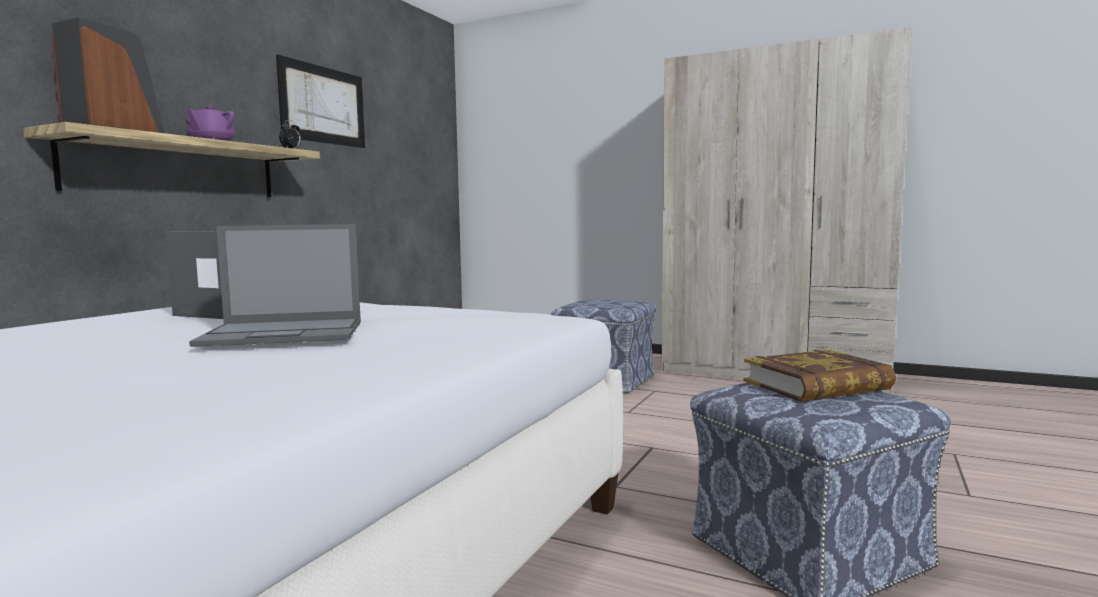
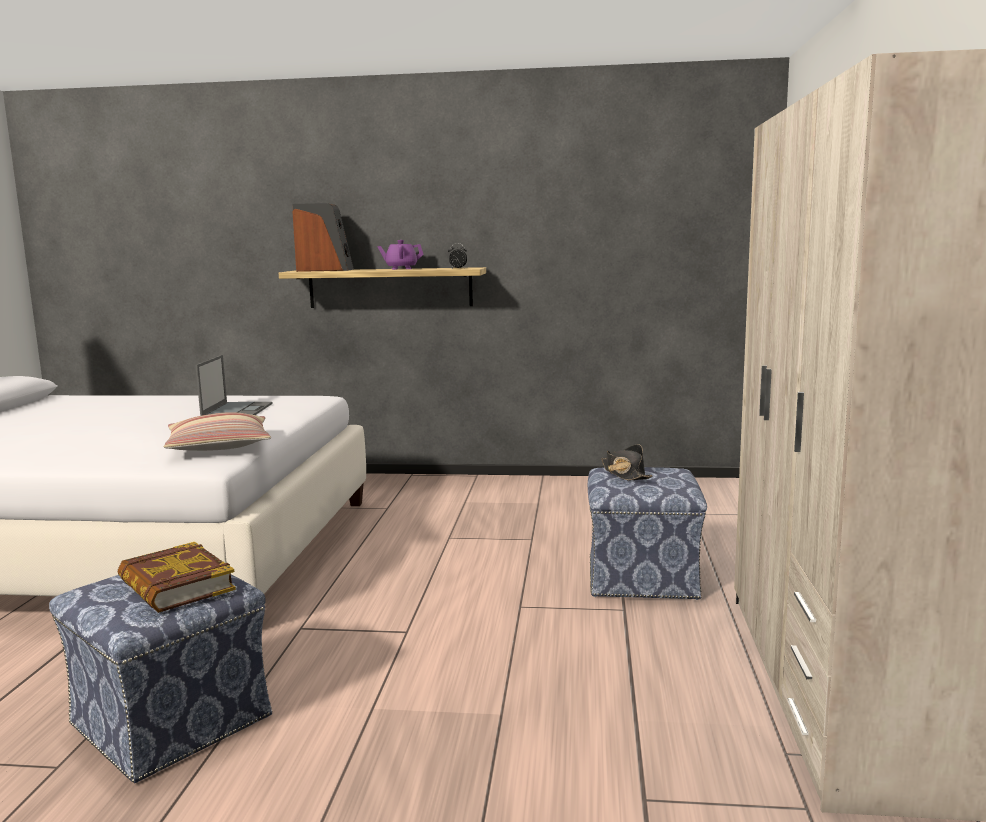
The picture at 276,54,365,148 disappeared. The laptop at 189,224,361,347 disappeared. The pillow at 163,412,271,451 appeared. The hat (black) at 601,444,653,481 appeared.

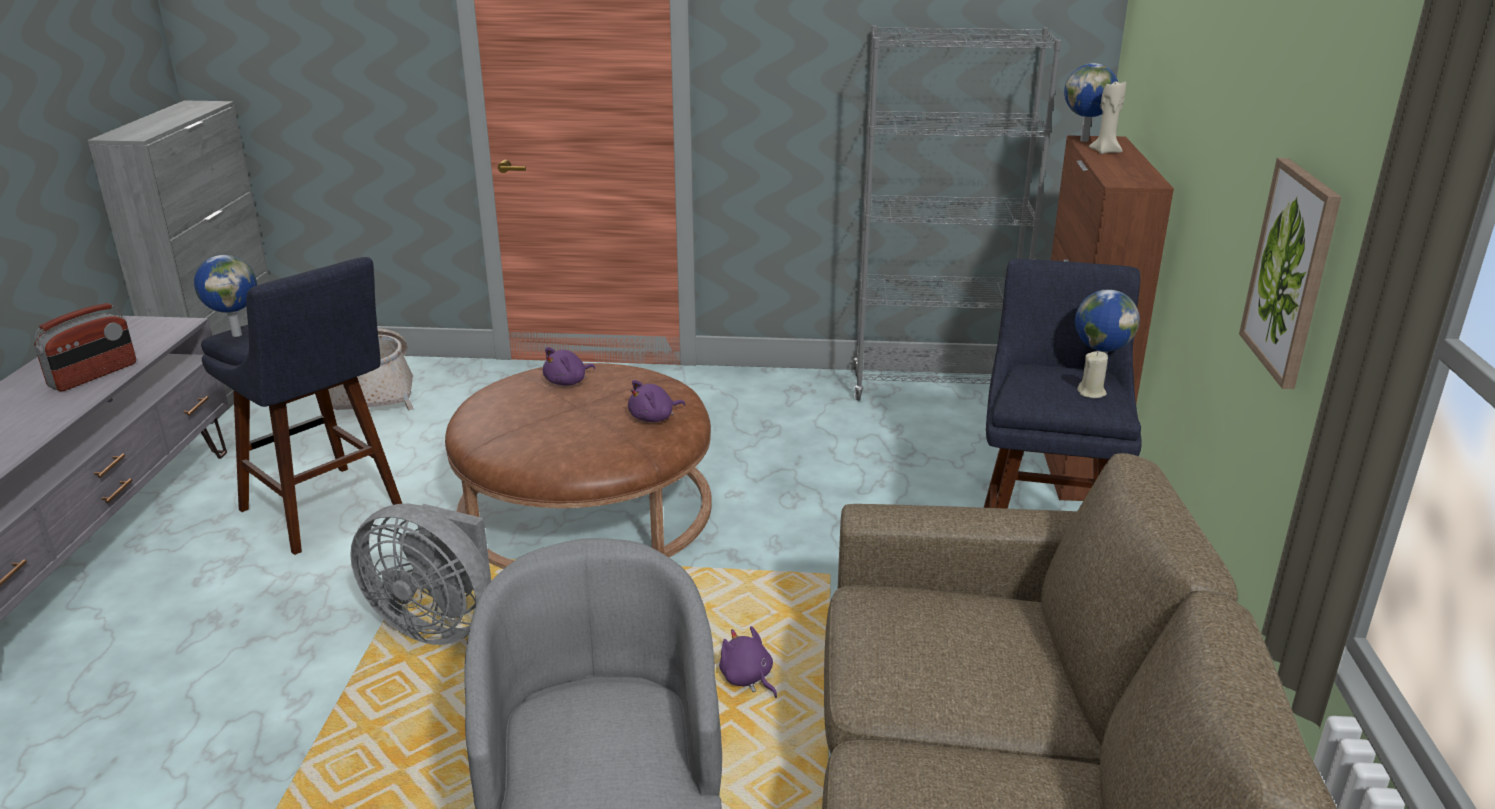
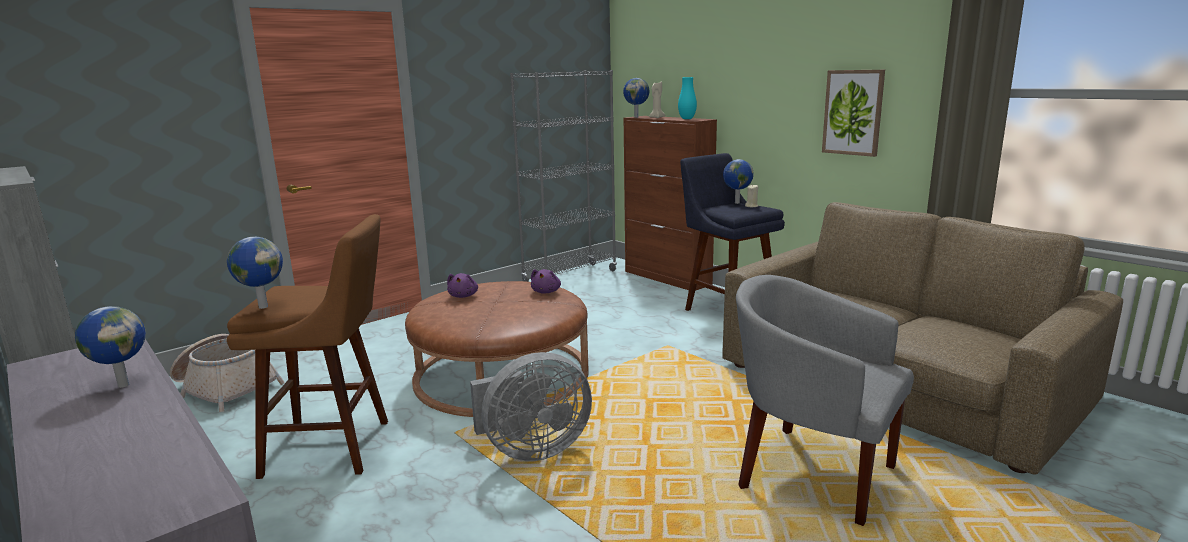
The stool (blue) at 201,257,402,555 became the stool (brown) at 227,214,388,479. The radio at 34,303,136,392 was replaced by the globe at 75,306,146,388. The plush toy (purple) at 719,626,777,698 disappeared. The vase (turquoise) at 678,77,697,119 appeared.

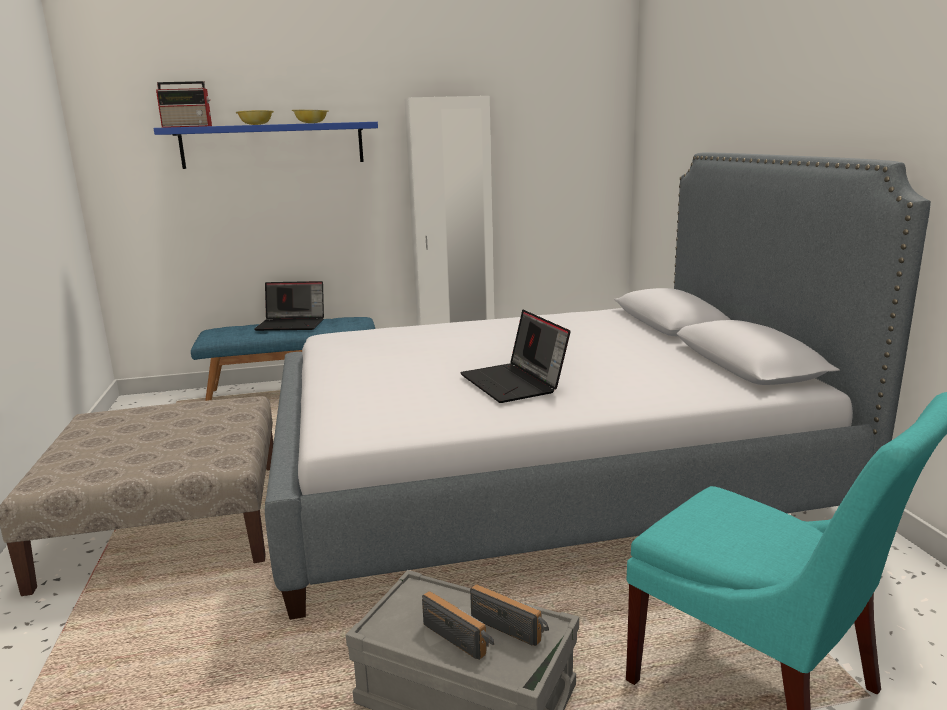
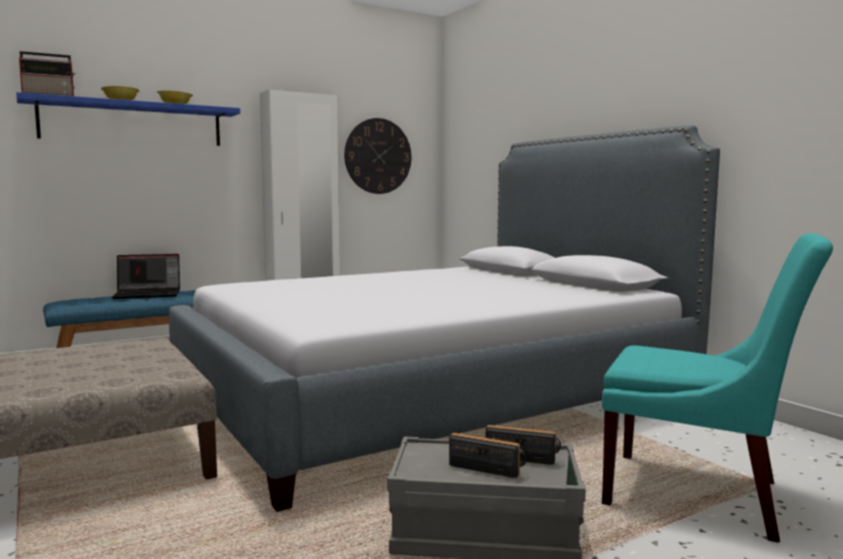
The laptop at 460,310,570,403 disappeared. The wall clock at 344,118,411,194 appeared.

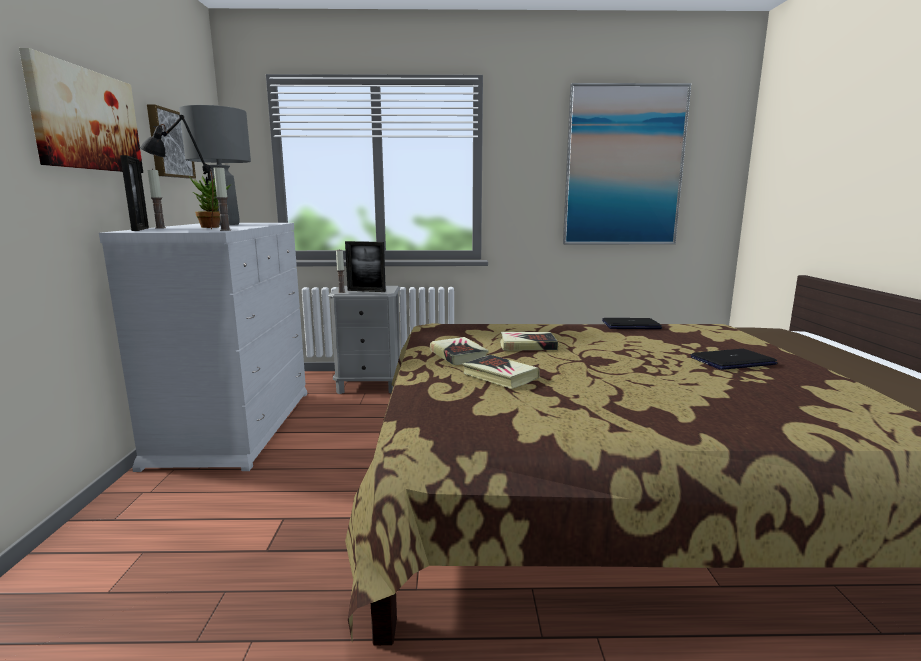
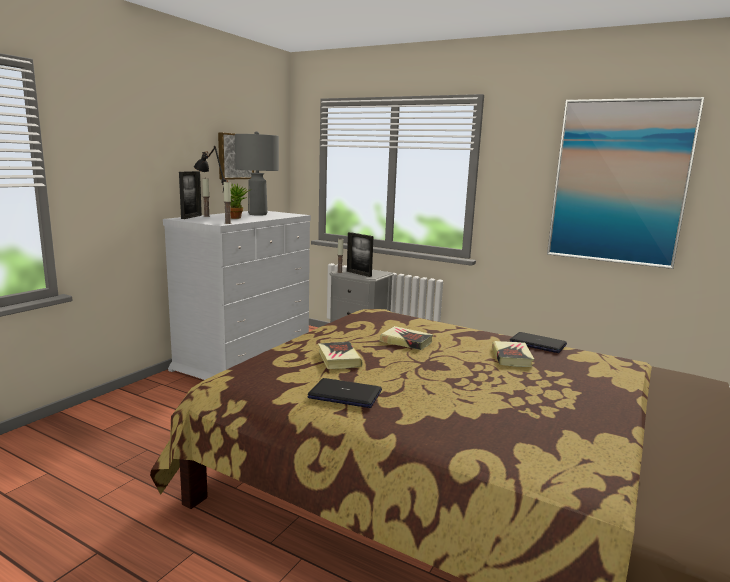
The picture at 19,48,143,173 disappeared. The book moved from 430,337,489,365 to 492,341,534,367. The laptop moved from 691,349,778,370 to 307,378,382,408.

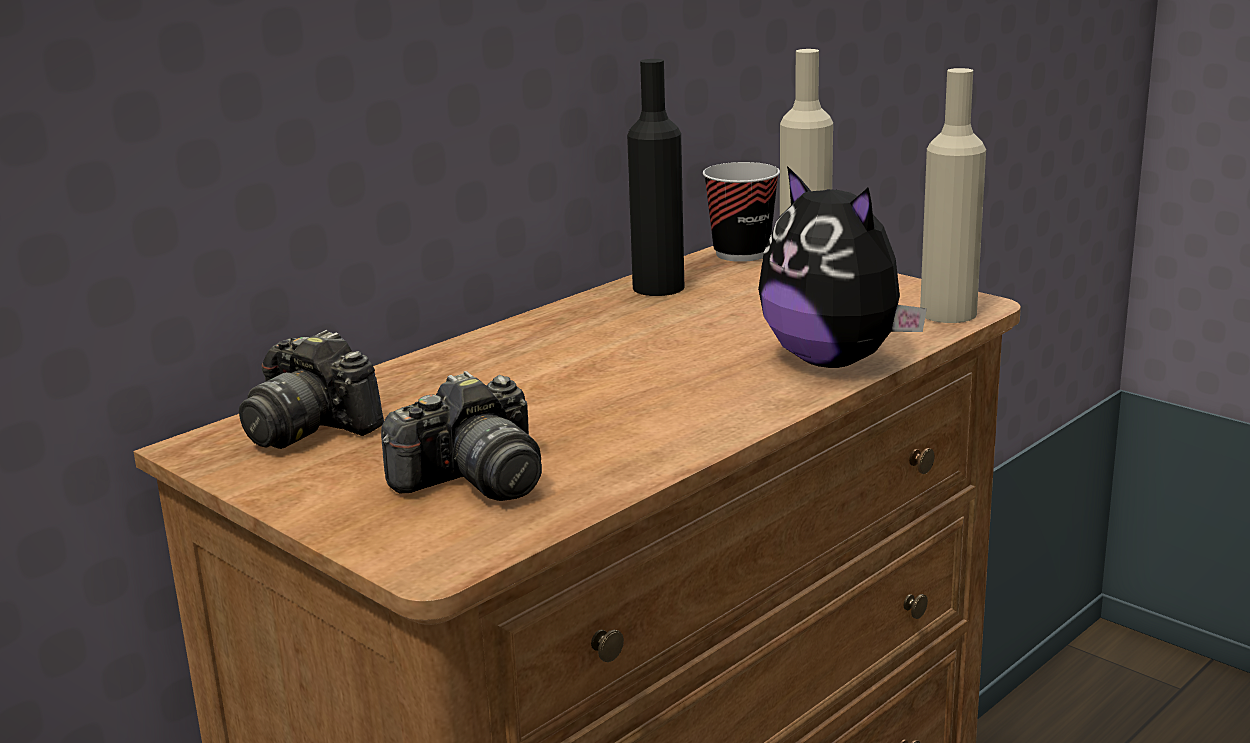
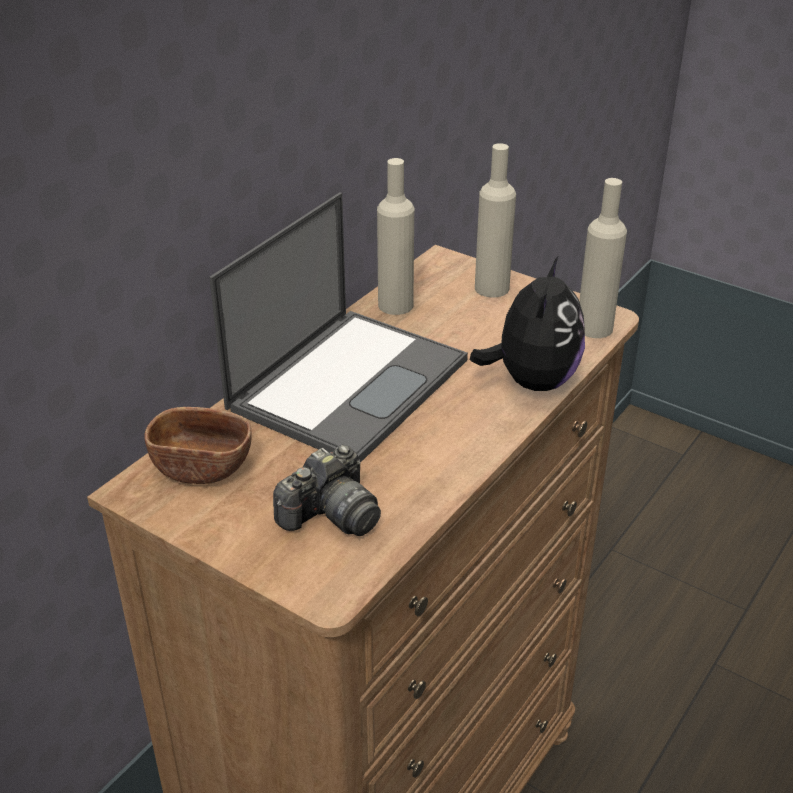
The bottle (black) at 627,59,684,296 became the bottle (beige) at 377,158,414,315. The cup at 703,162,780,262 disappeared. The plush toy at 758,166,927,368 turned 120 degrees counterclockwise. The photo camera at 239,330,384,449 was replaced by the bowl (brown) at 144,407,252,484. The laptop at 209,192,468,462 appeared.

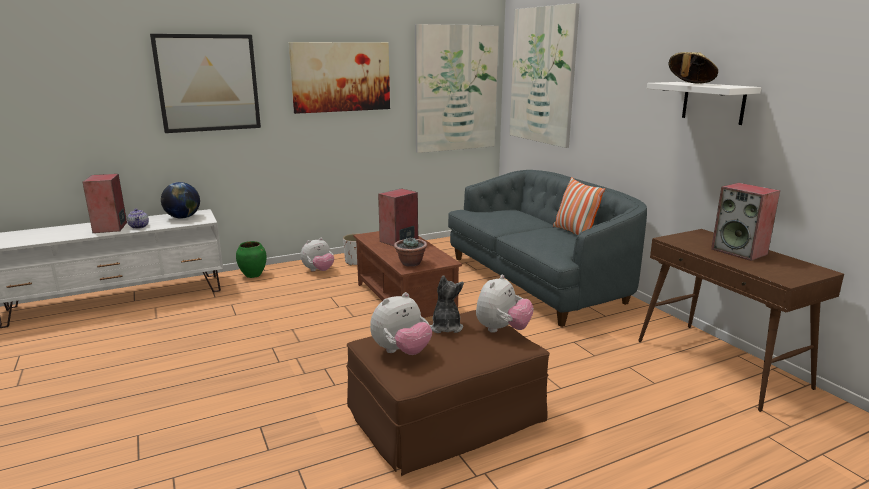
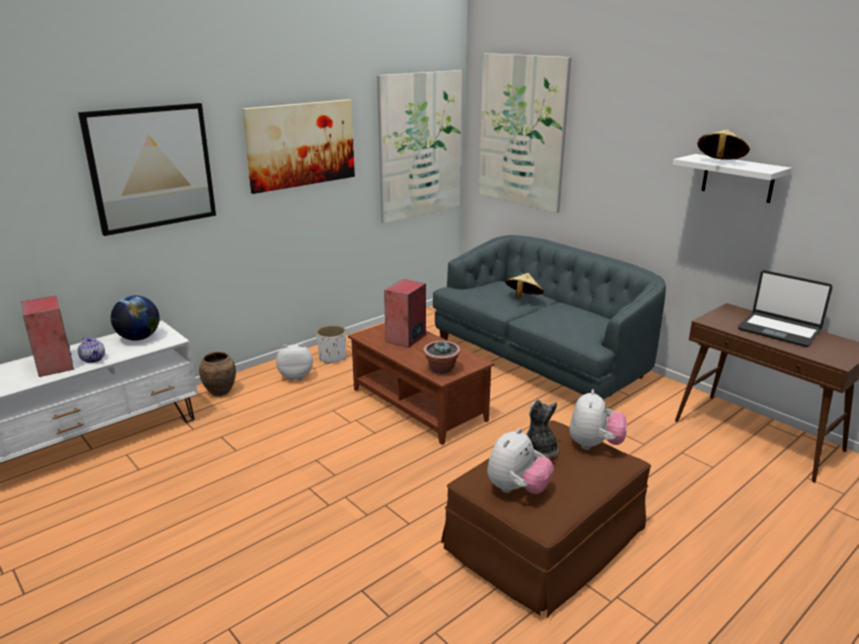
The pillow at 553,177,605,235 disappeared. The speaker at 711,183,780,261 was replaced by the laptop at 738,270,833,347. The plush toy at 301,238,334,271 turned 135 degrees counterclockwise. The vase (green) at 236,241,267,278 became the vase (brown) at 199,352,236,396. The hat (beige) at 505,273,544,299 appeared.

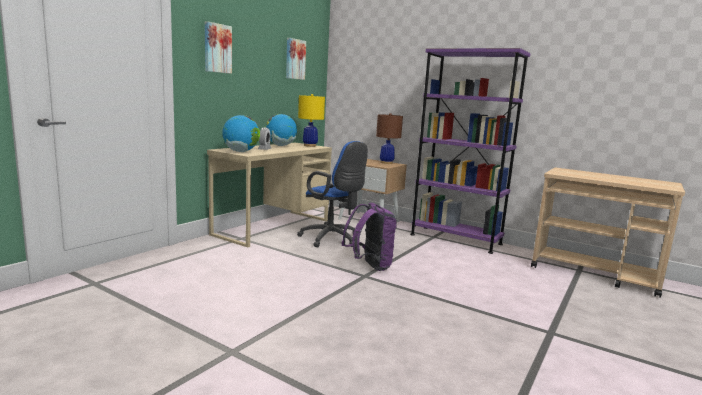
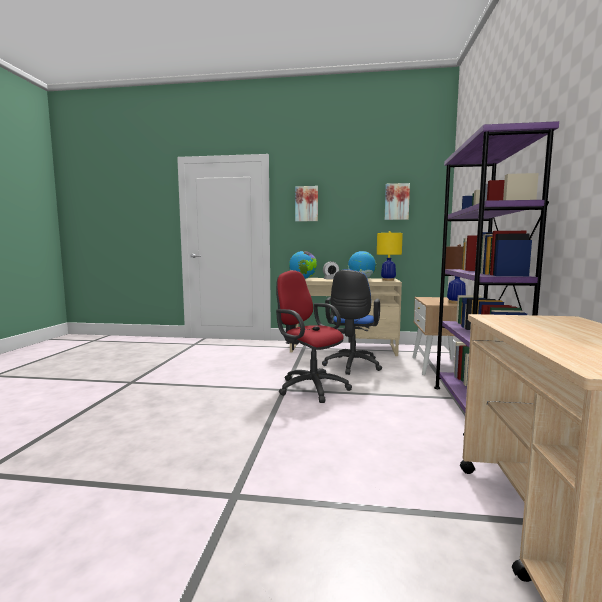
The backpack (purple) at 341,203,397,271 was replaced by the office chair (red) at 276,270,352,403.

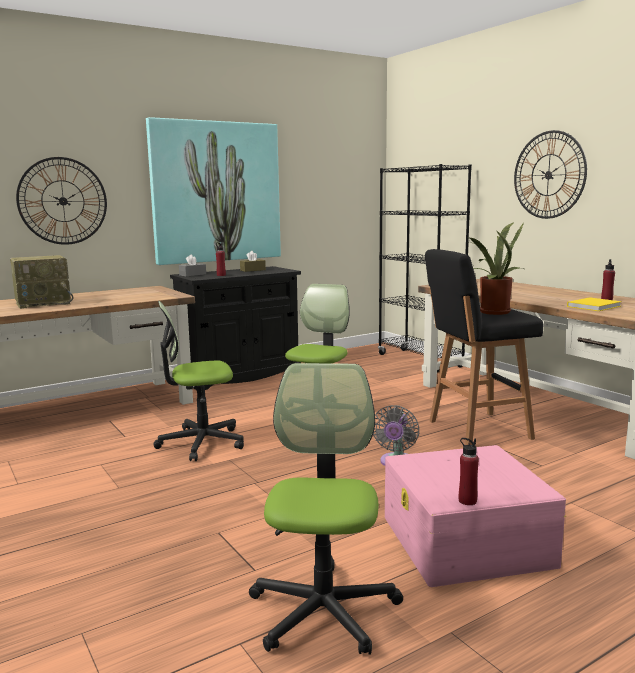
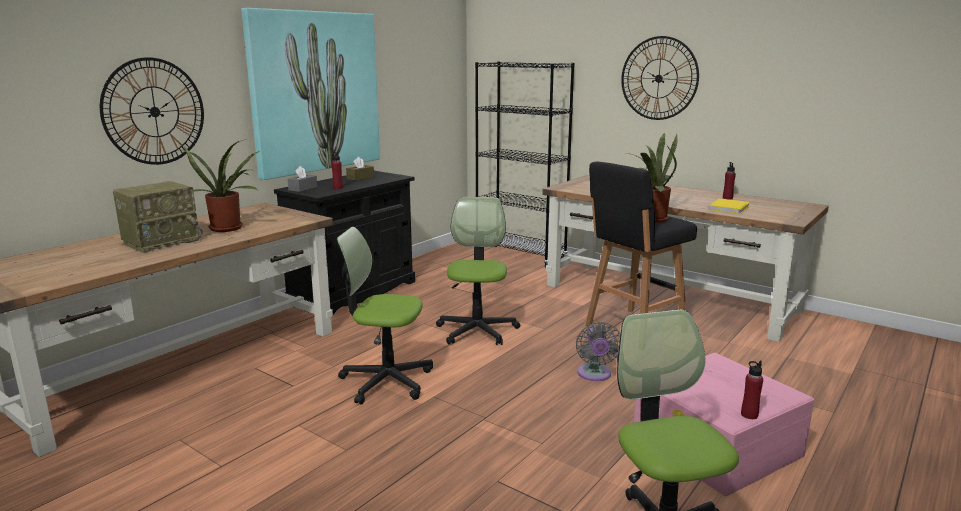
The office chair at 154,301,244,461 turned 45 degrees clockwise. The potted plant at 179,139,260,232 appeared.

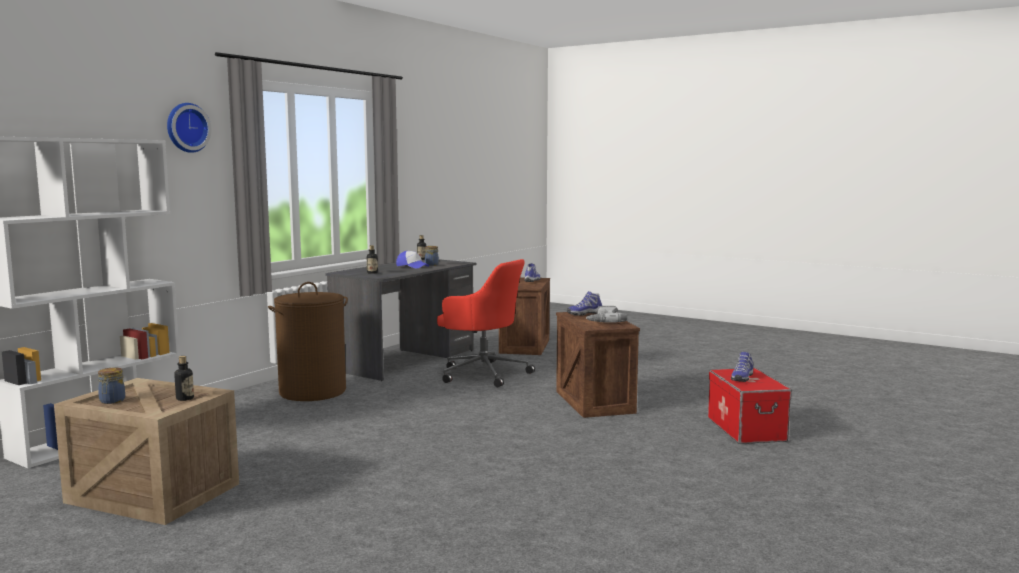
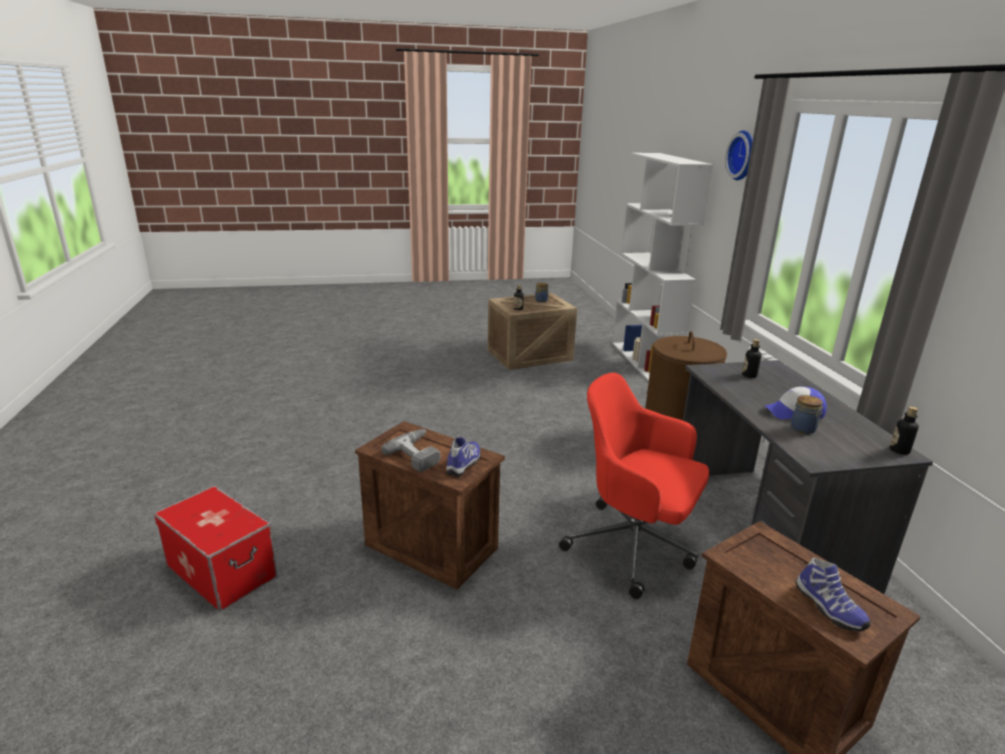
The office chair (red) at 437,259,535,387 turned 45 degrees clockwise. The shoe at 731,352,753,382 disappeared.

